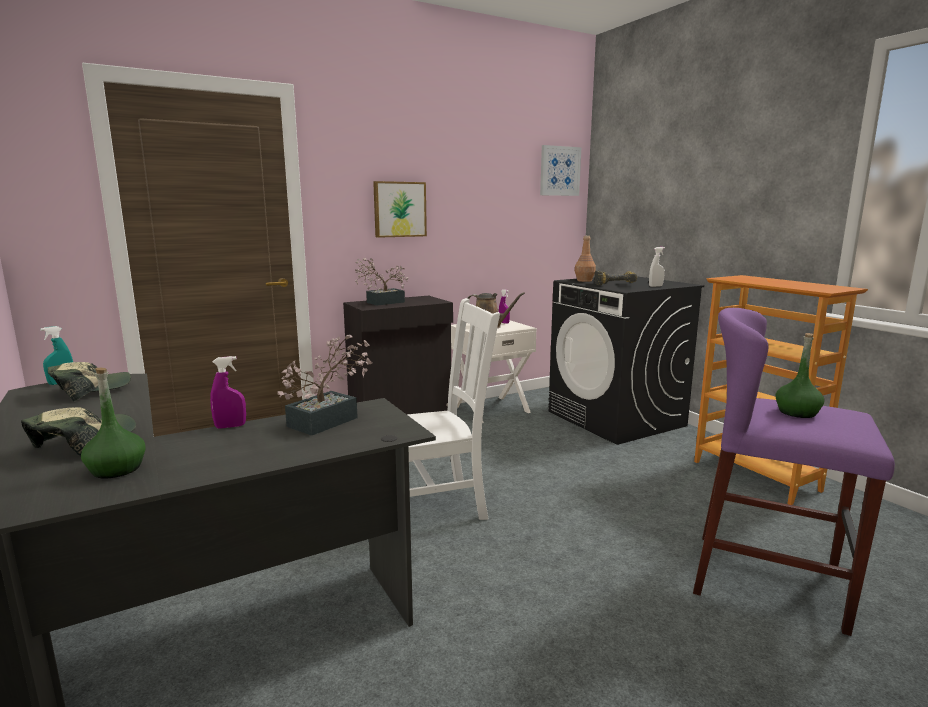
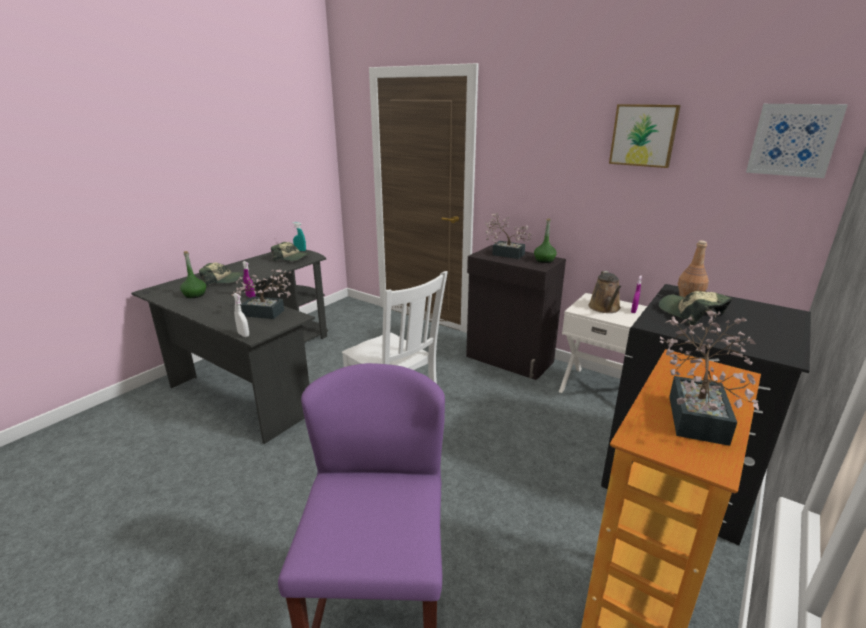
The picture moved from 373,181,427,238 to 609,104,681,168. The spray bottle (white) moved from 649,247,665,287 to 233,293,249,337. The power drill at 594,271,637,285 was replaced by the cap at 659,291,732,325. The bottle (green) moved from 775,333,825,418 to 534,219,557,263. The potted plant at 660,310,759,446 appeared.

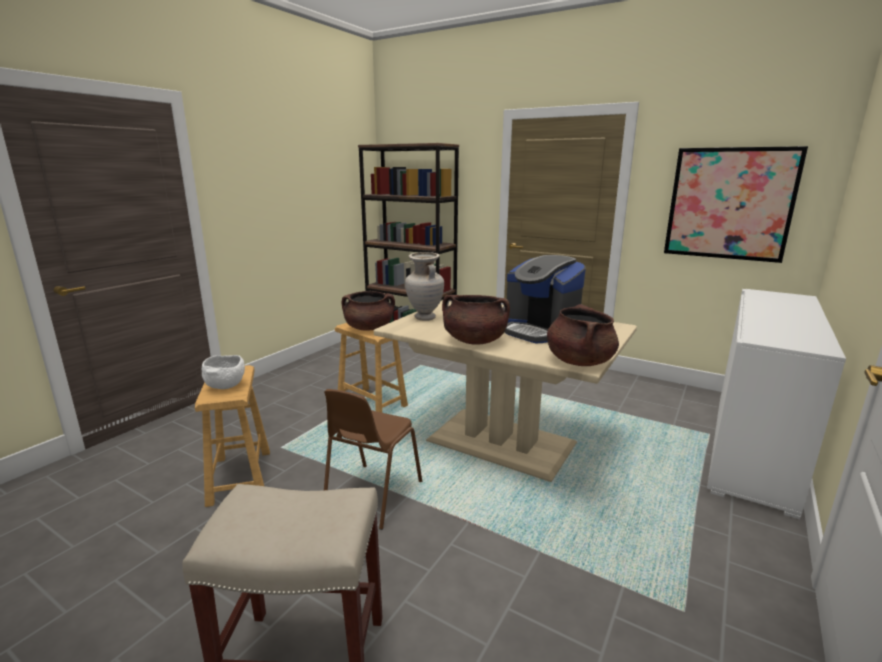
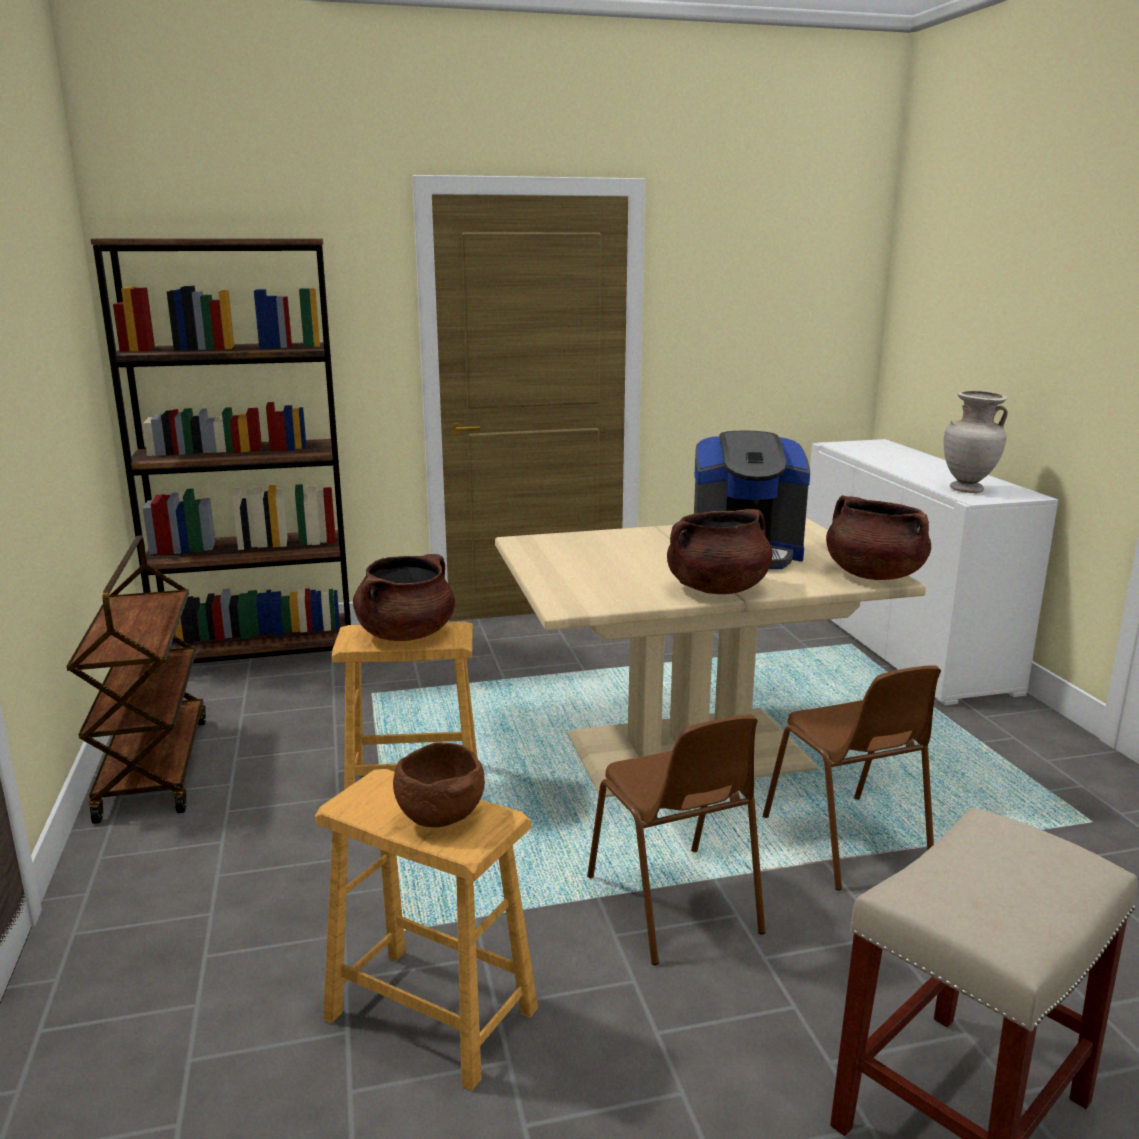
The picture at 664,146,808,263 disappeared. The vase (beige) moved from 405,252,444,321 to 944,391,1008,493. The bowl (white) at 202,355,245,389 became the bowl (brown) at 393,742,485,827. The cart (brown) at 66,535,206,824 appeared. The chair (brown) at 763,665,941,891 appeared.

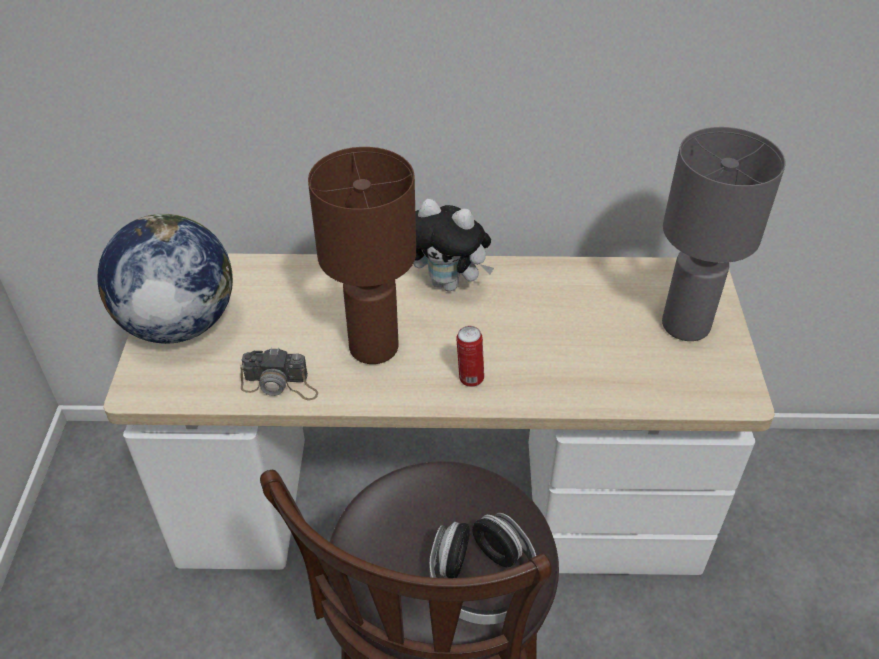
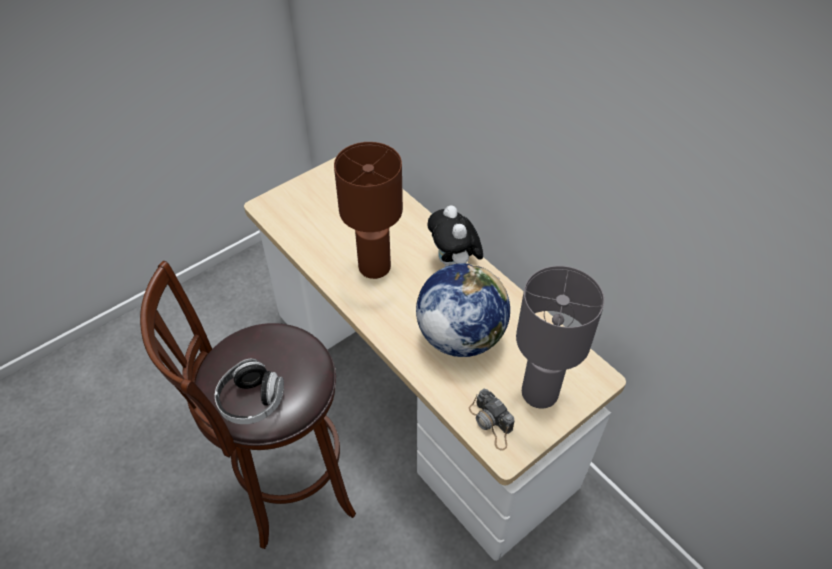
The globe moved from 97,214,233,344 to 416,263,510,357. The can at 456,326,484,387 disappeared. The photo camera moved from 240,348,318,400 to 469,389,515,451.

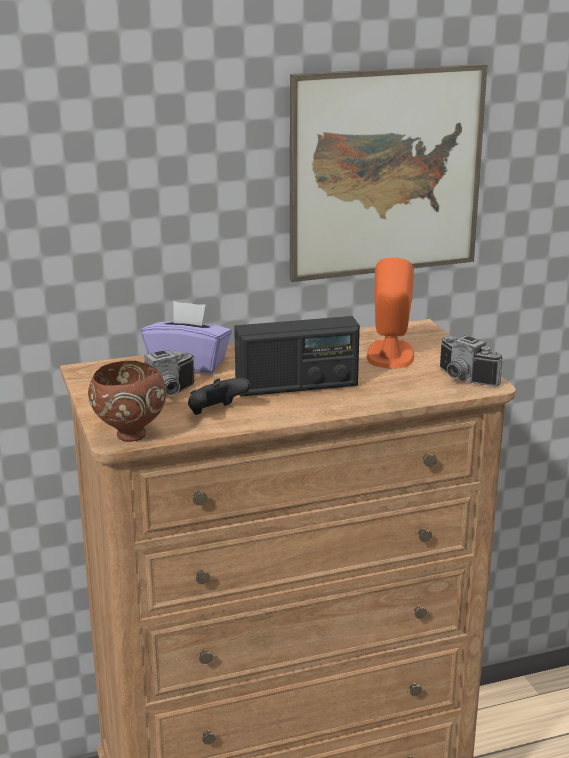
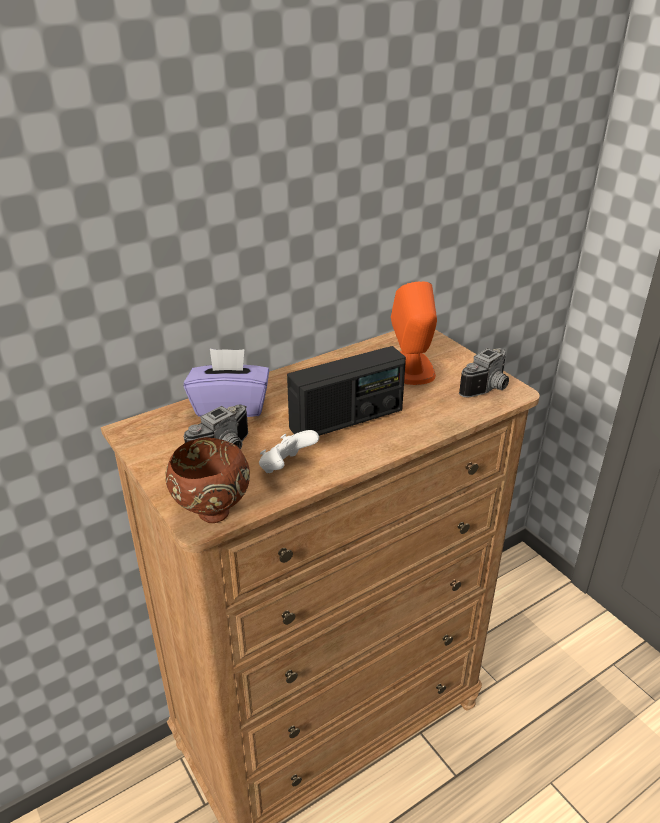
The picture at 290,64,487,282 disappeared. The photo camera at 440,335,503,386 turned 75 degrees counterclockwise. The game controller (black) at 188,378,251,415 became the game controller (white) at 259,430,319,473.

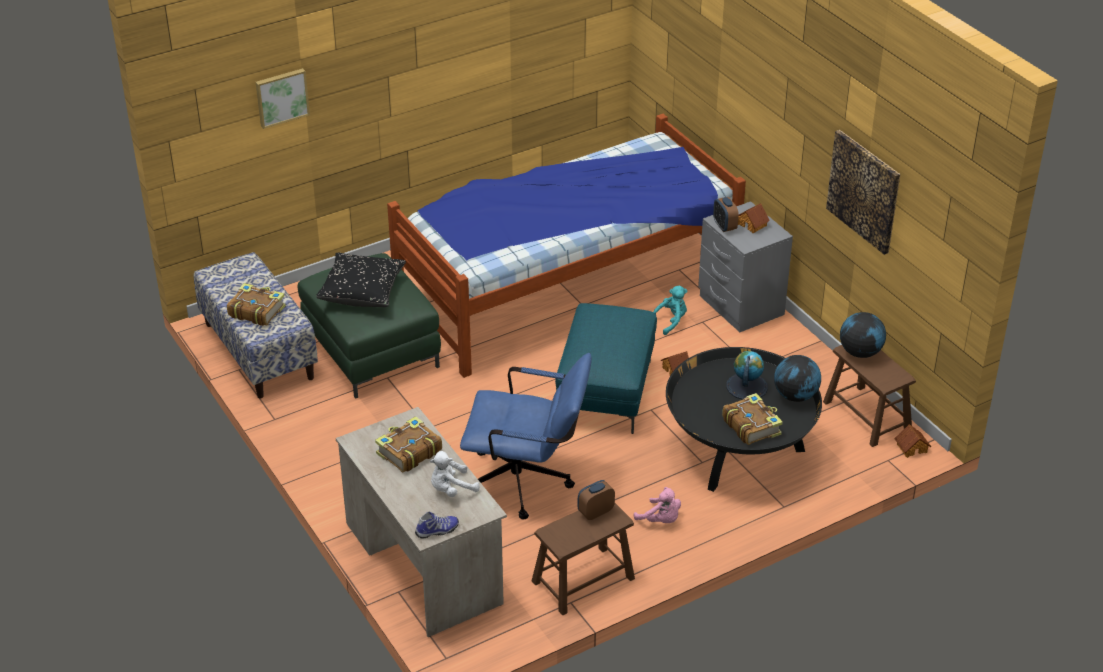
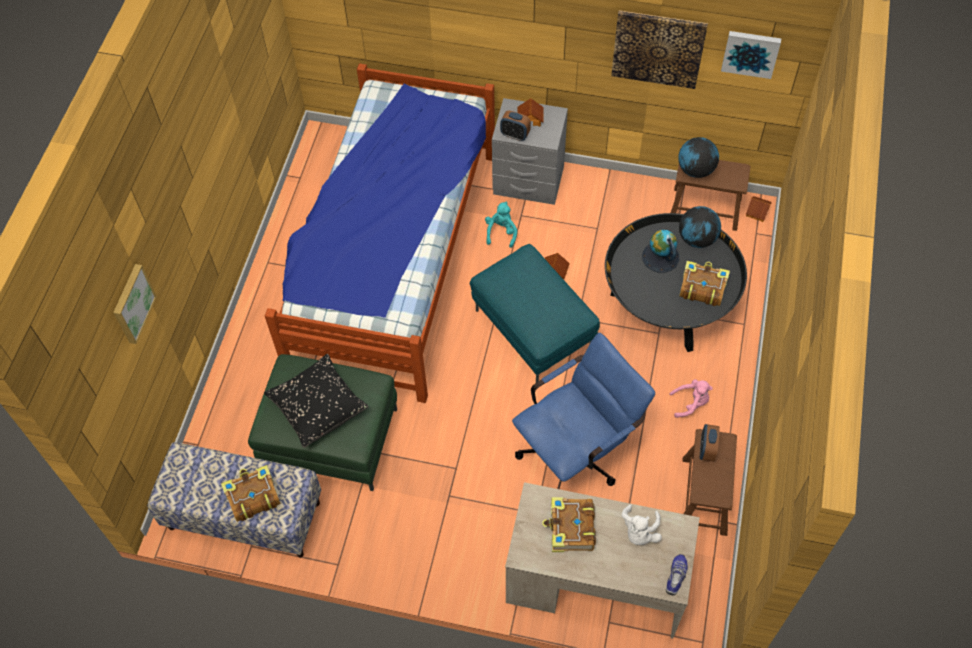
The picture at 721,31,781,79 appeared.

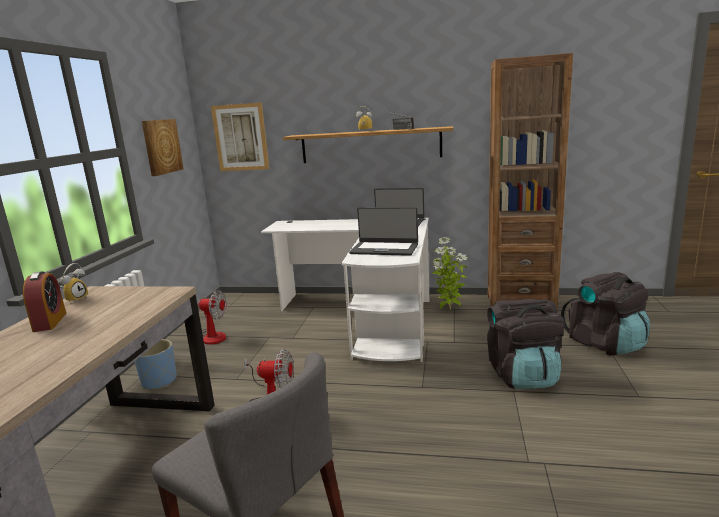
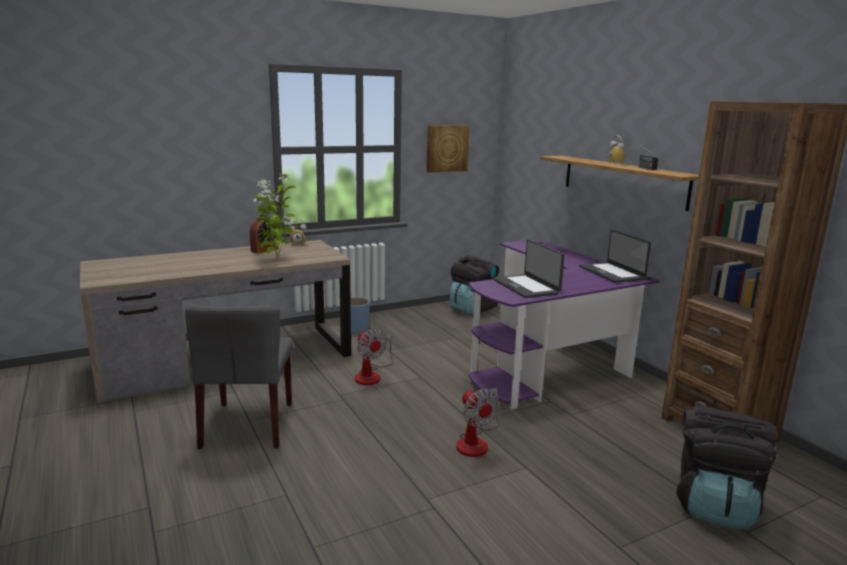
The picture at 211,103,269,171 disappeared. The desk (white) at 261,218,430,362 became the desk (purple) at 469,239,660,410. The potted plant moved from 432,237,467,310 to 253,173,296,259. The fan moved from 198,290,227,345 to 456,387,499,457. The backpack (black) moved from 487,299,565,389 to 450,255,499,315.

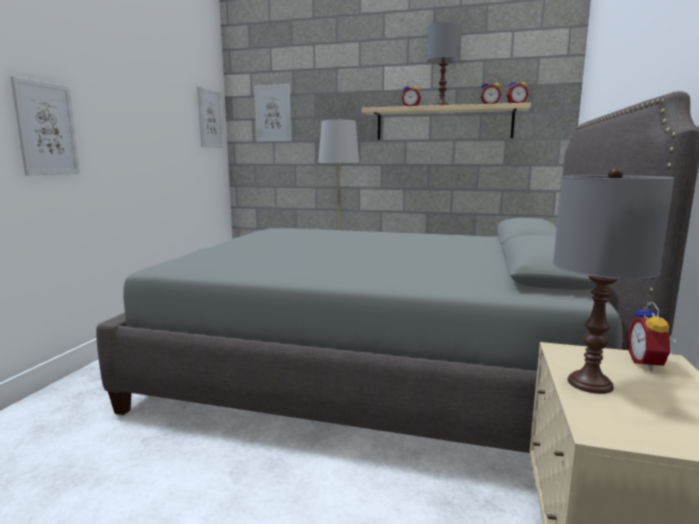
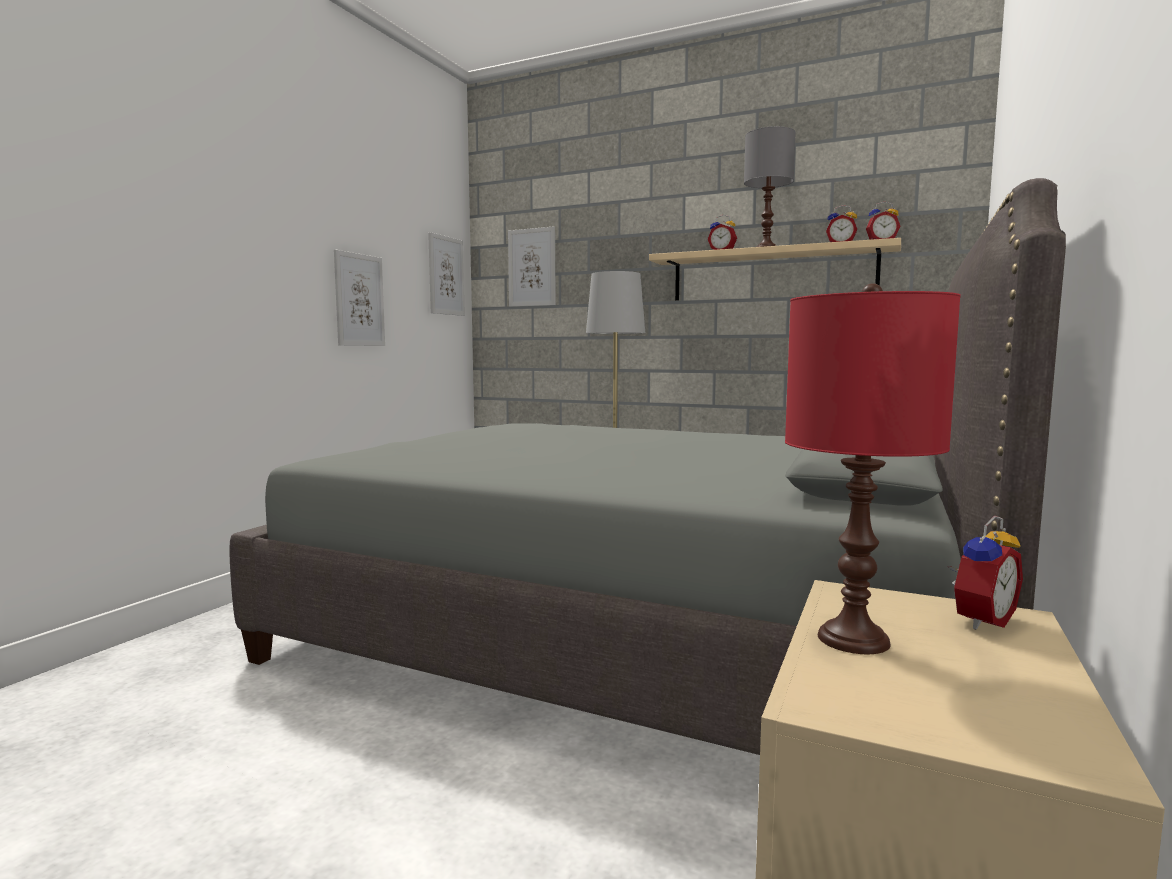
The picture moved from 11,76,80,176 to 334,250,385,346. The table lamp (grey) at 553,168,674,394 became the table lamp (red) at 785,283,961,654. The alarm clock at 628,302,675,371 turned 150 degrees counterclockwise.

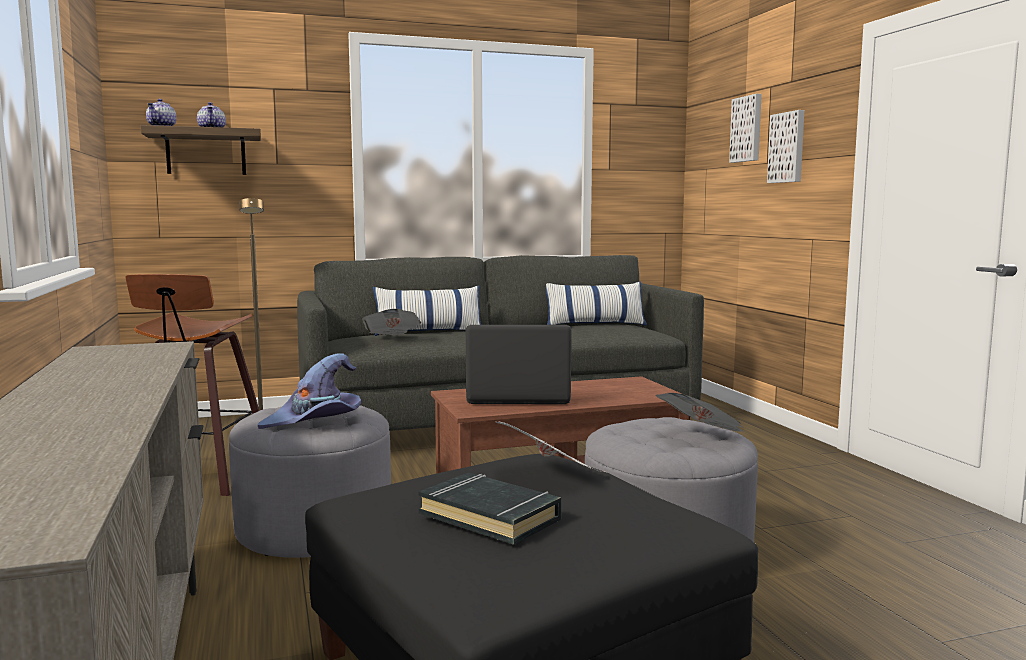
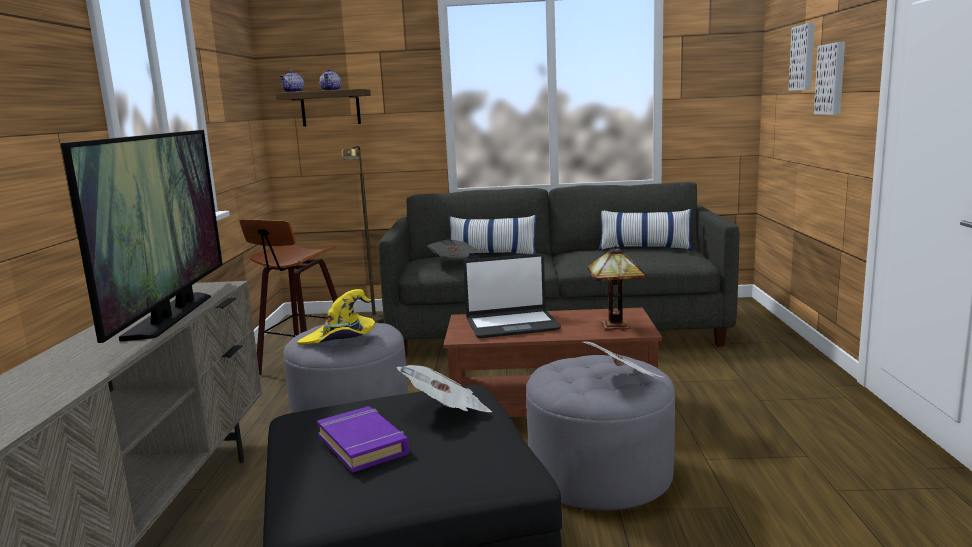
The laptop at 466,325,572,404 turned 150 degrees clockwise. The hat (purple) at 258,353,361,429 became the hat (yellow) at 297,289,375,345. The book (black) at 418,472,561,545 became the book (purple) at 317,406,409,473. The television at 61,130,223,343 appeared. The table lamp at 587,246,648,330 appeared.

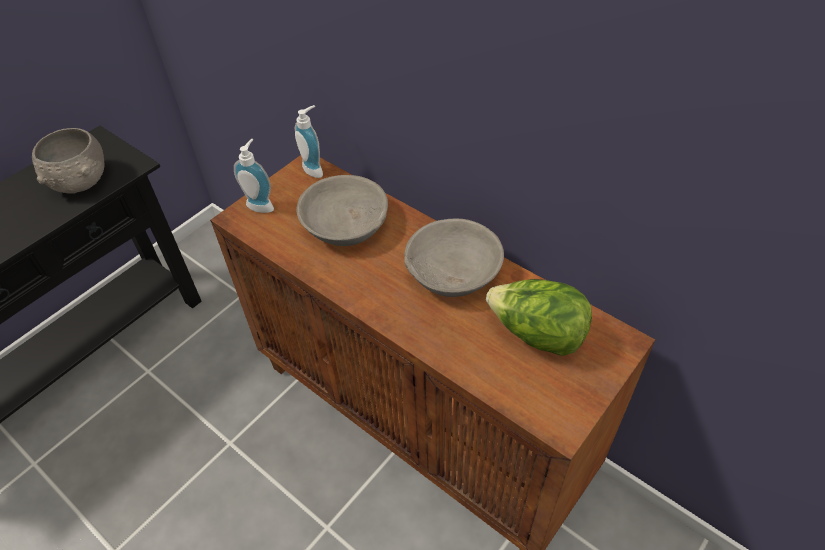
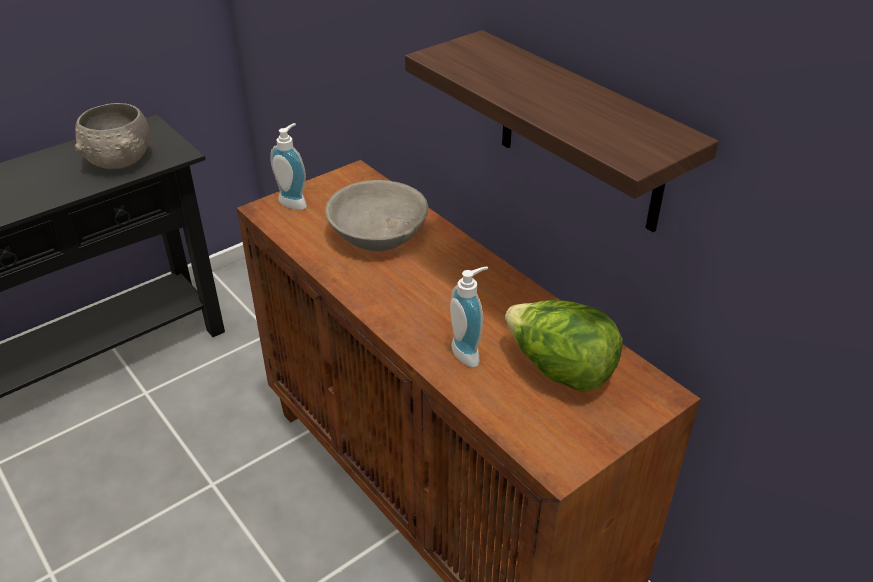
The soap dispenser moved from 295,105,323,178 to 450,266,488,367. The bowl (grey) at 404,218,504,297 disappeared. The shelf at 405,30,719,232 appeared.

